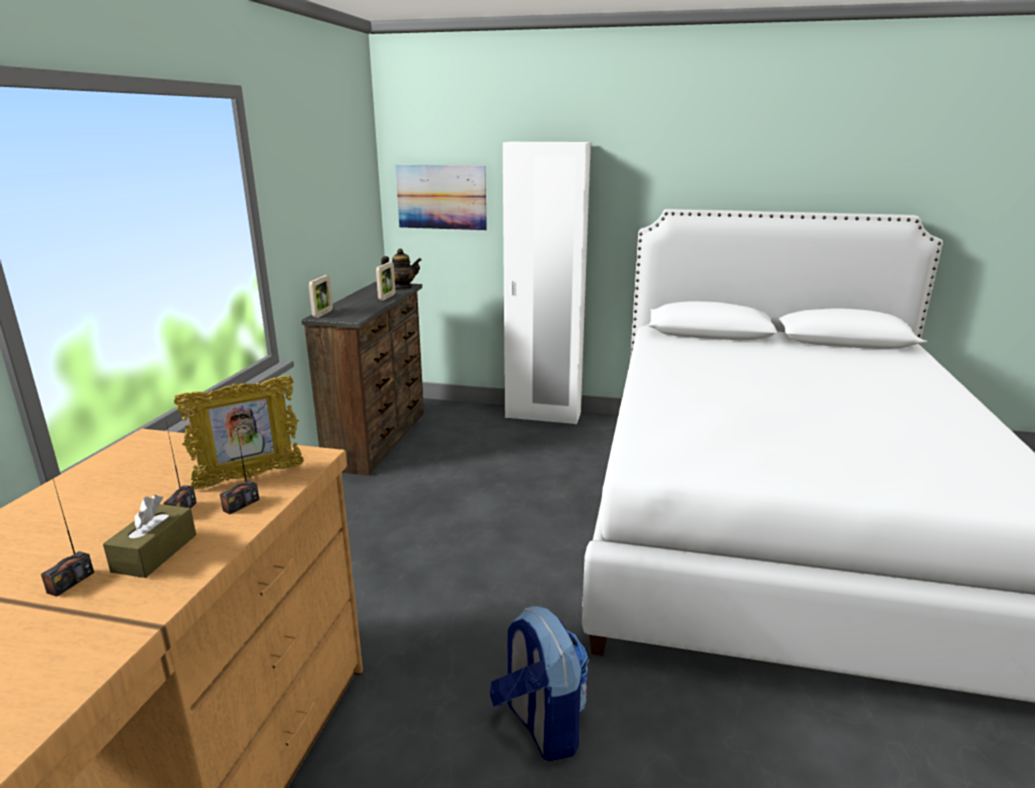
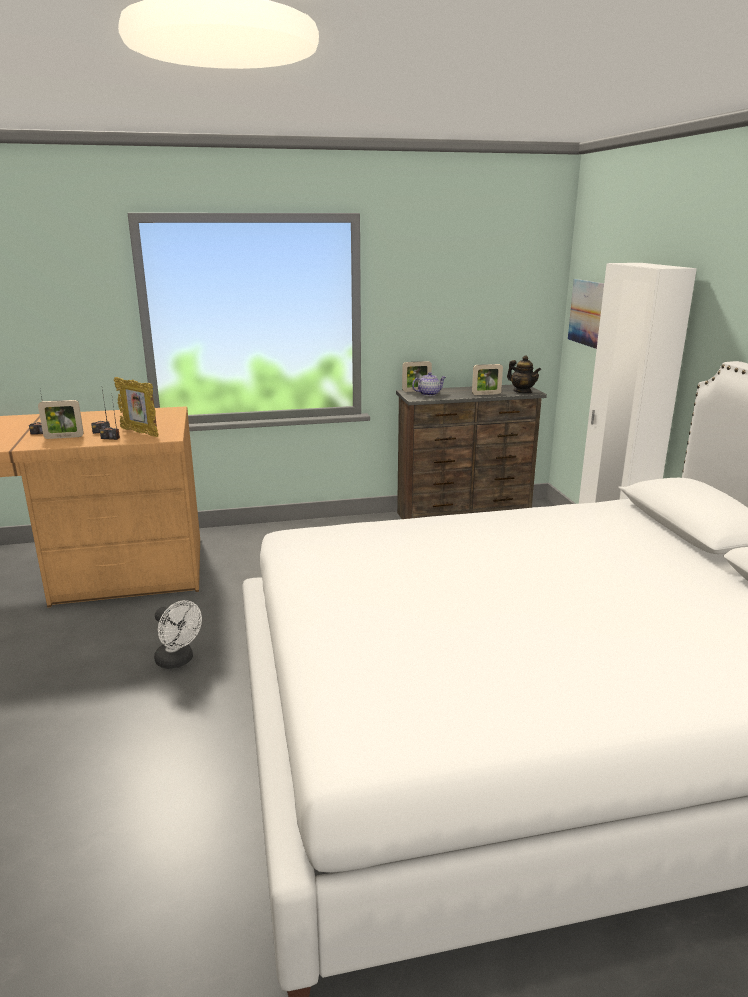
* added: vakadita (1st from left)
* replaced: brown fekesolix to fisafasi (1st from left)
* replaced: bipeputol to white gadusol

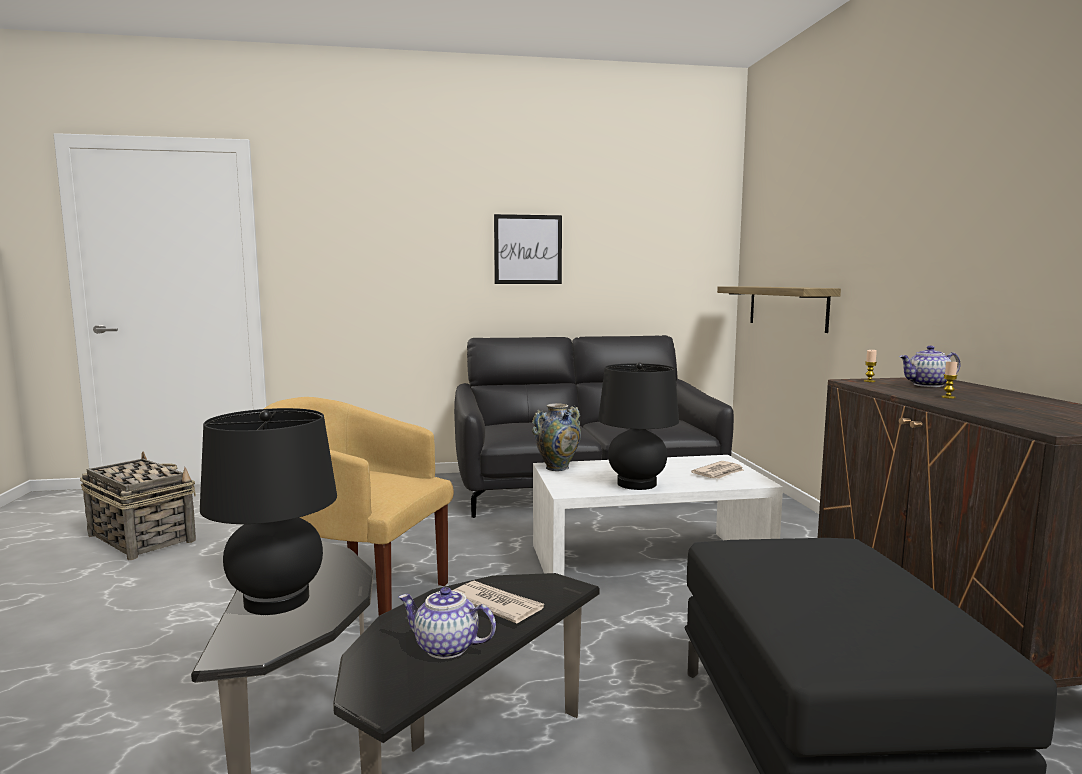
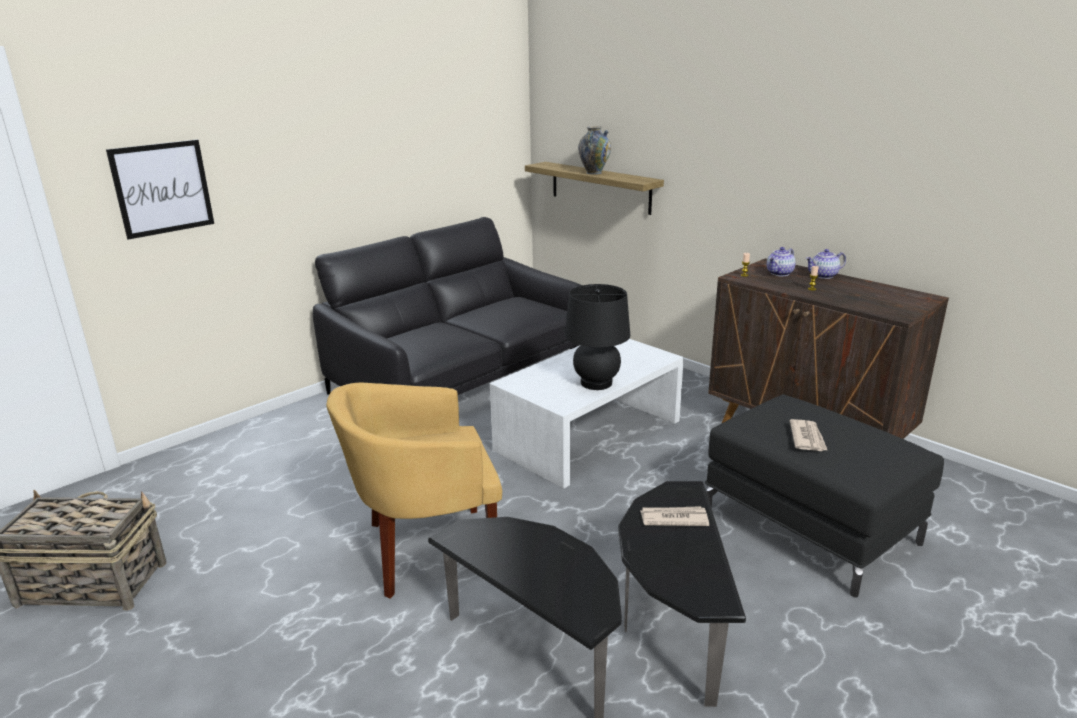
* removed: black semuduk (1st from left)
* moved: vakadita (1st from left in the first image) to vakadita (2nd from left)
* moved: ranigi
* moved: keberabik
* moved: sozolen (2nd from left)

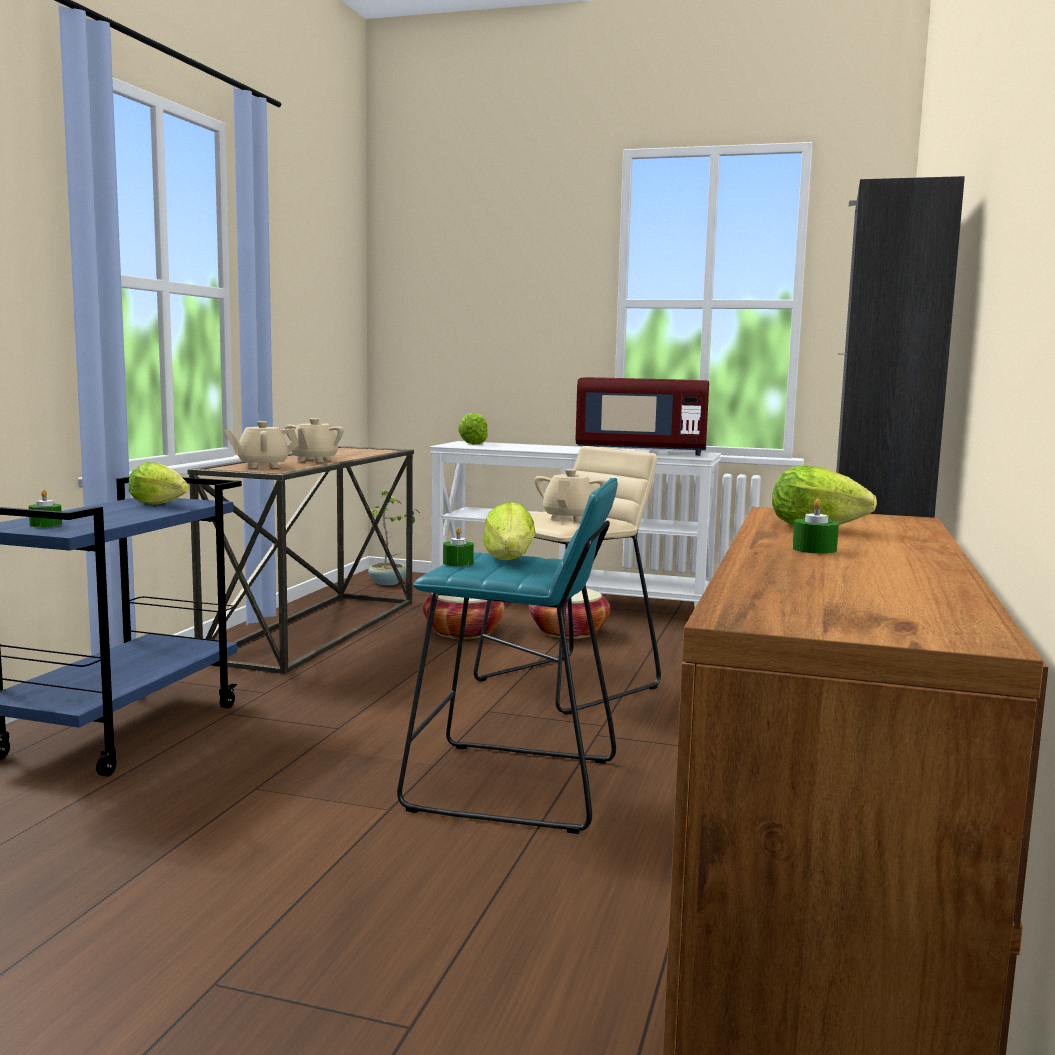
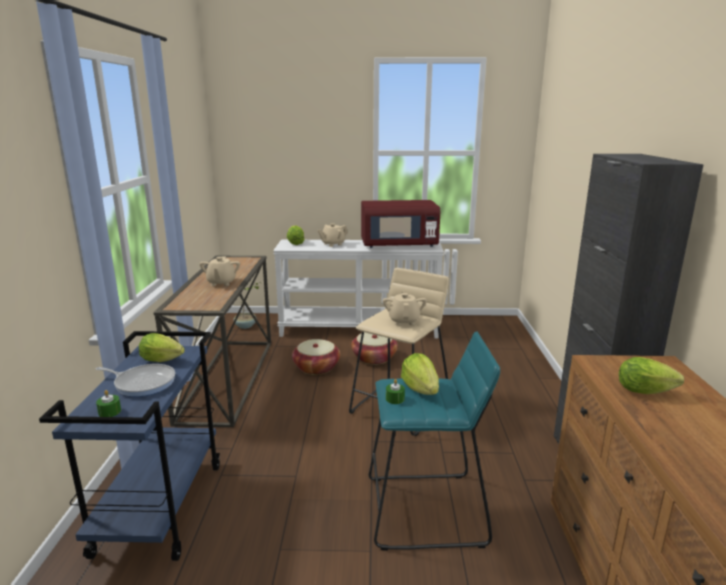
* removed: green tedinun (3rd from left)
* added: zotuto
* moved: beige vakadita (1st from left in the first image) to beige vakadita (2nd from left)

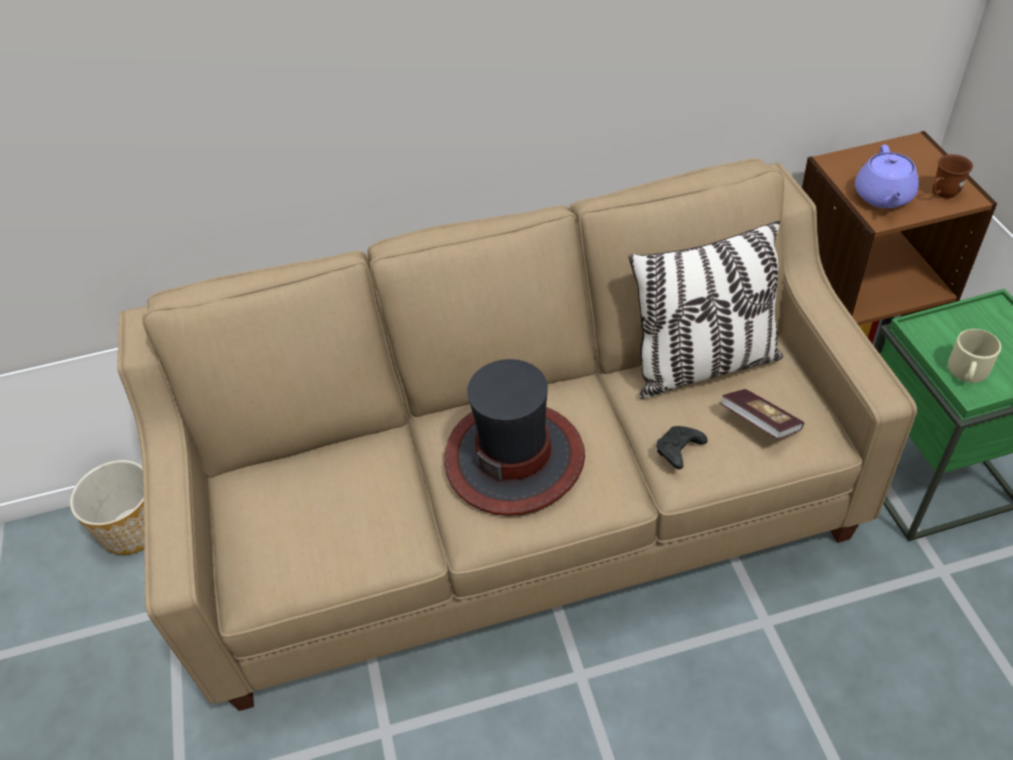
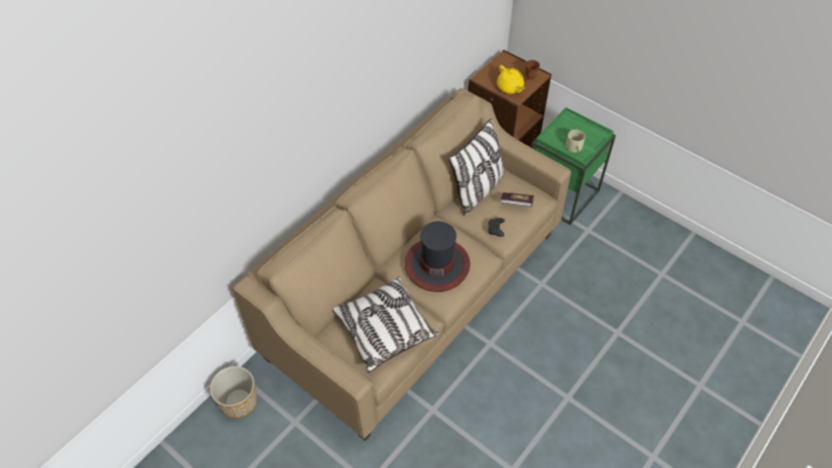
* added: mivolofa (1st from left)
* recoloured: purple vakadita to yellow vakadita

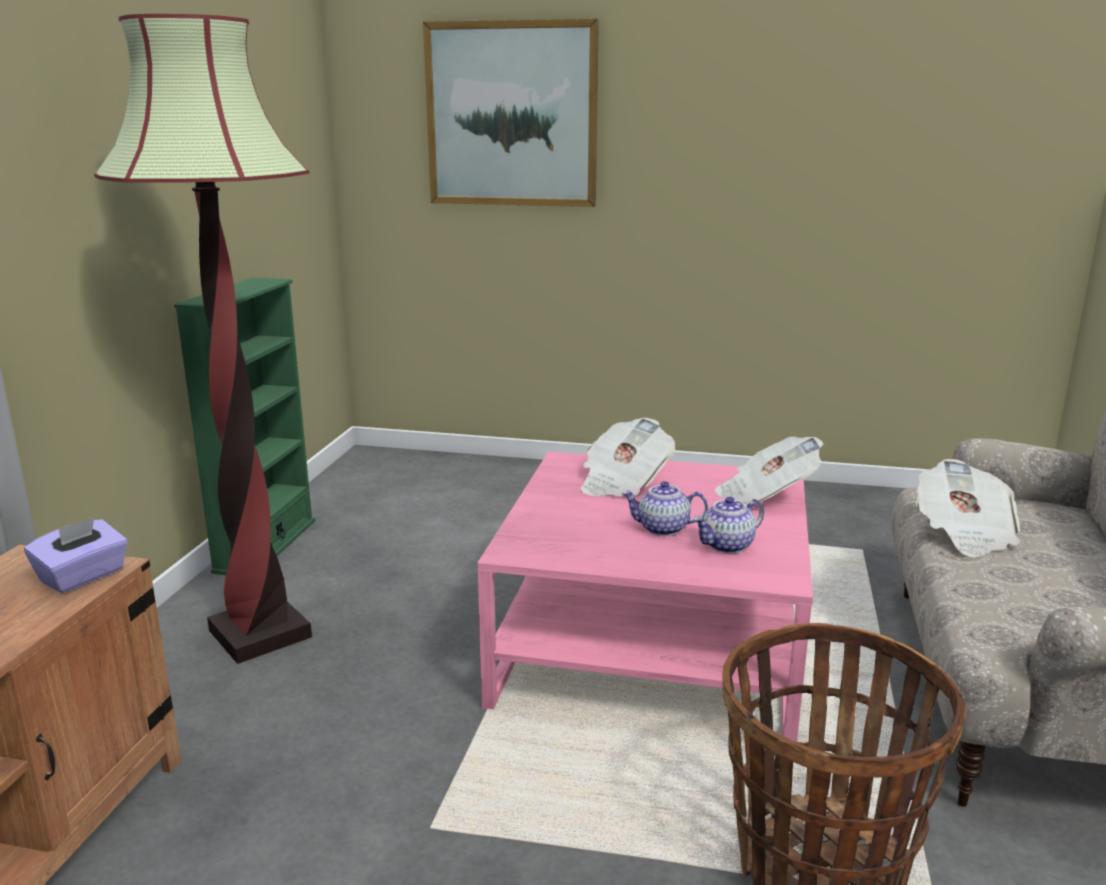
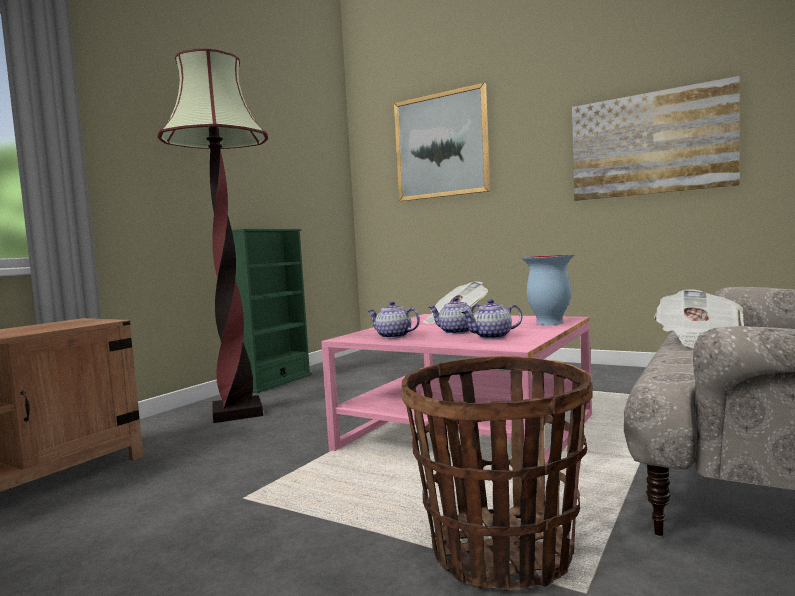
* removed: purple fekesolix
* added: vakadita (1st from left)
* added: ranigi (2nd from left)
* replaced: sozolen (2nd from left) to keberabik

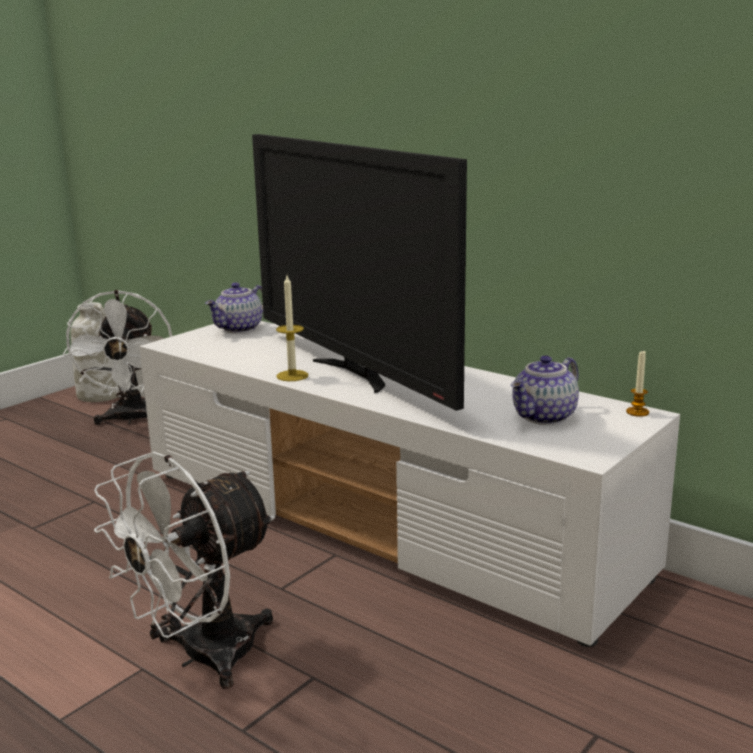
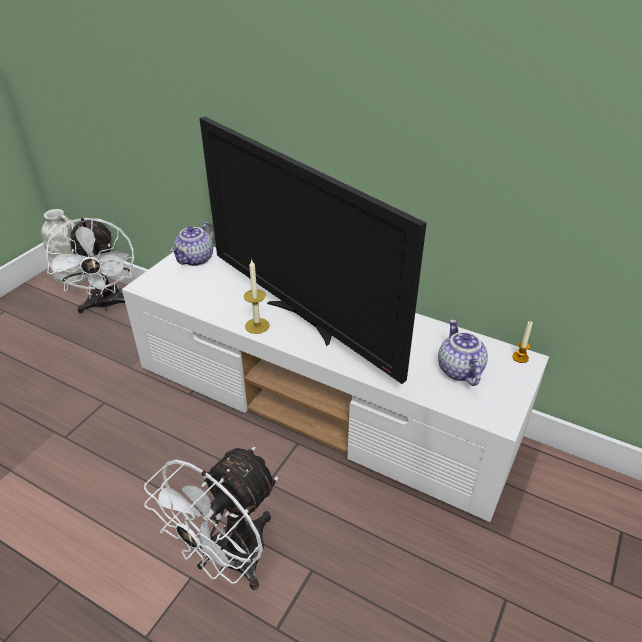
* turned: vakadita (2nd from left) 135 degrees clockwise

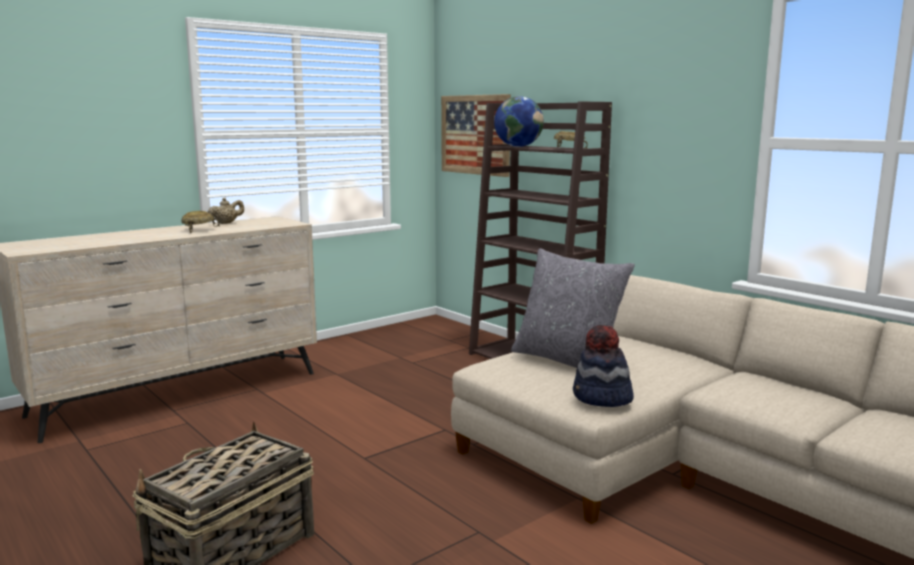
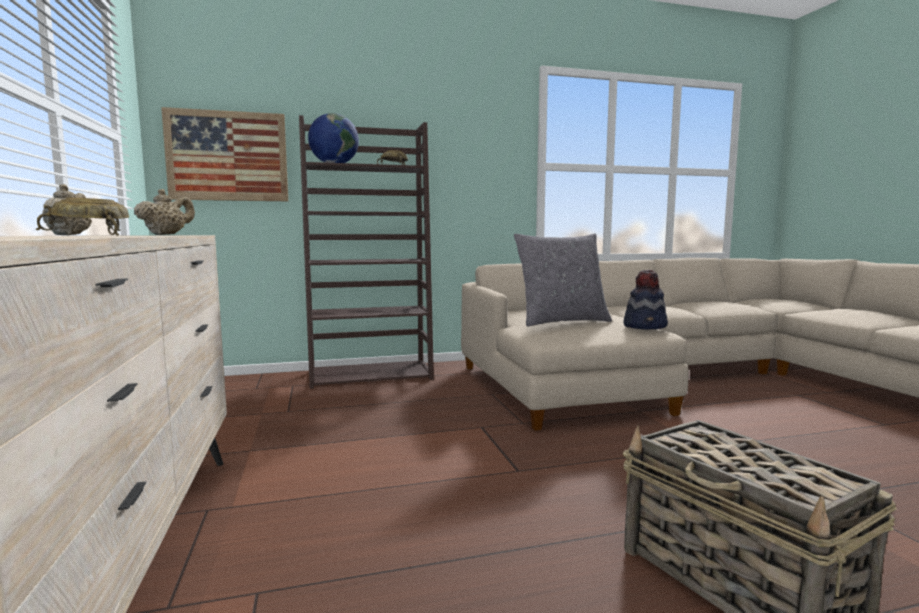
* added: beige vakadita (2nd from left)

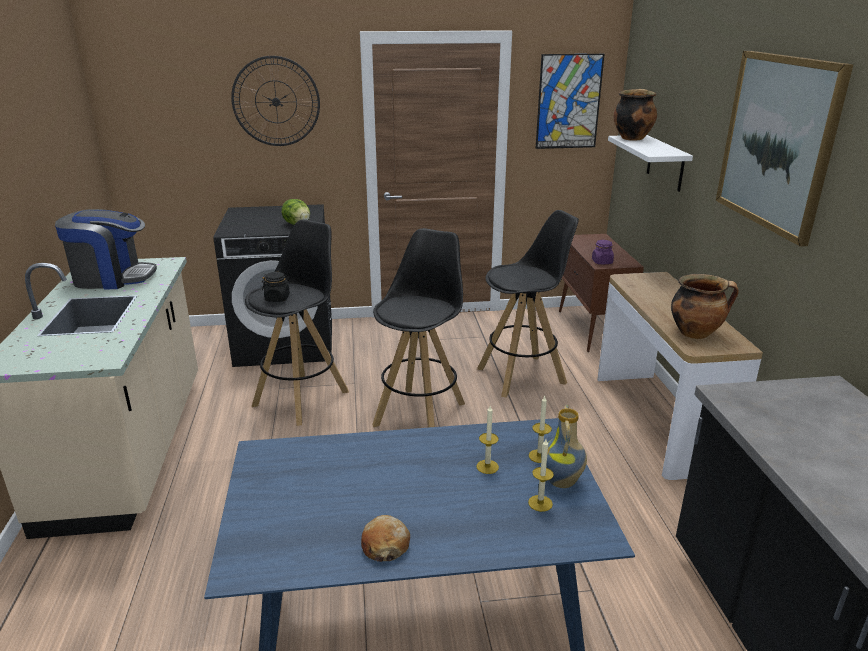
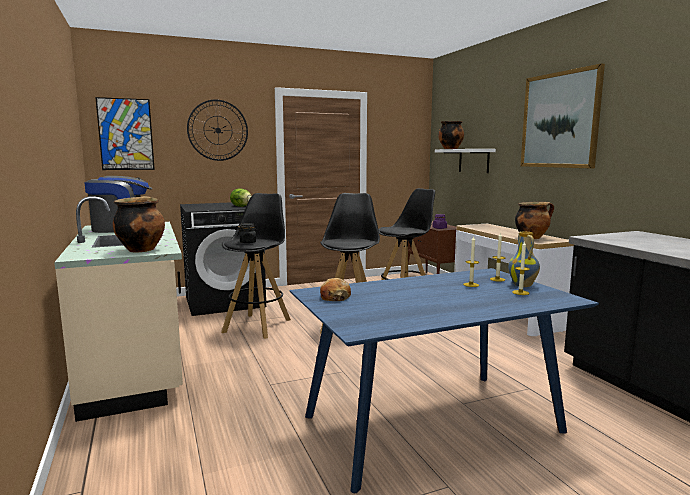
* added: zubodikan (1st from left)
* moved: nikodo
* moved: ranigi (1st from left)

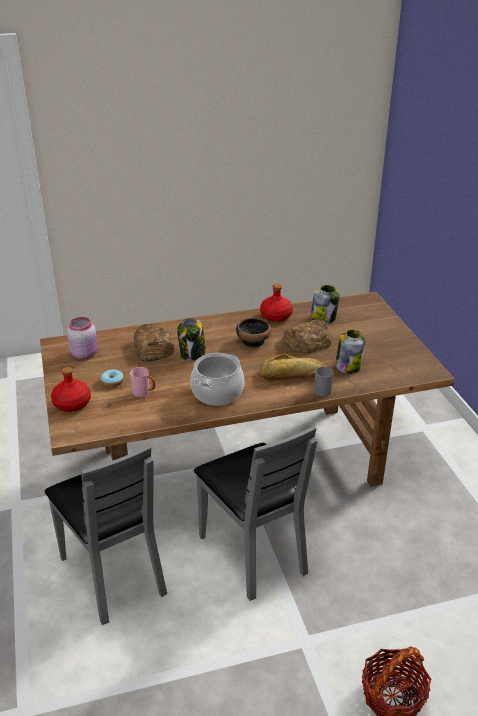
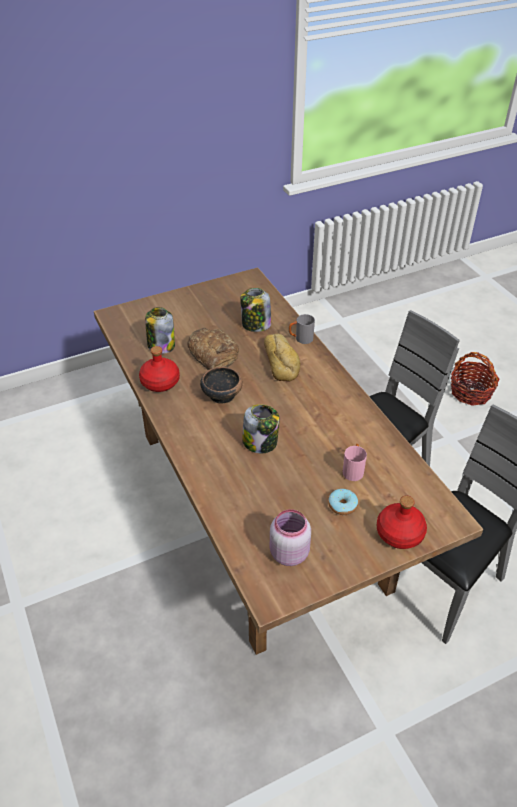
* removed: nikodo (1st from left)
* removed: zubodikan

